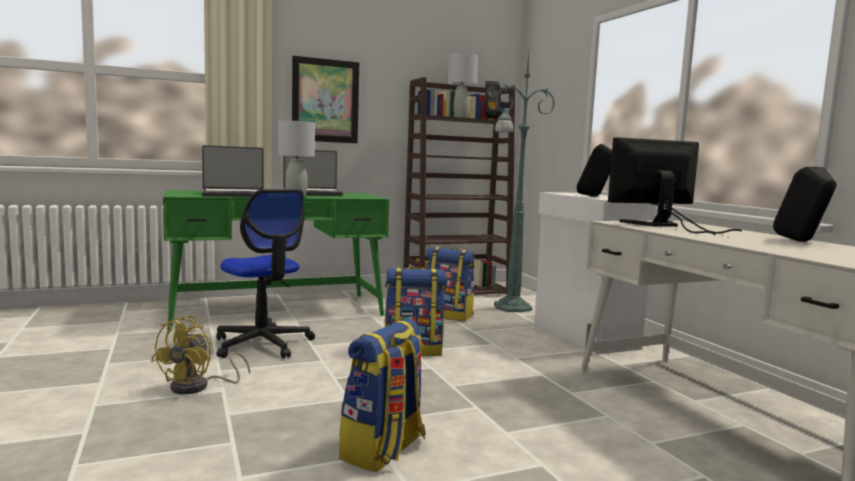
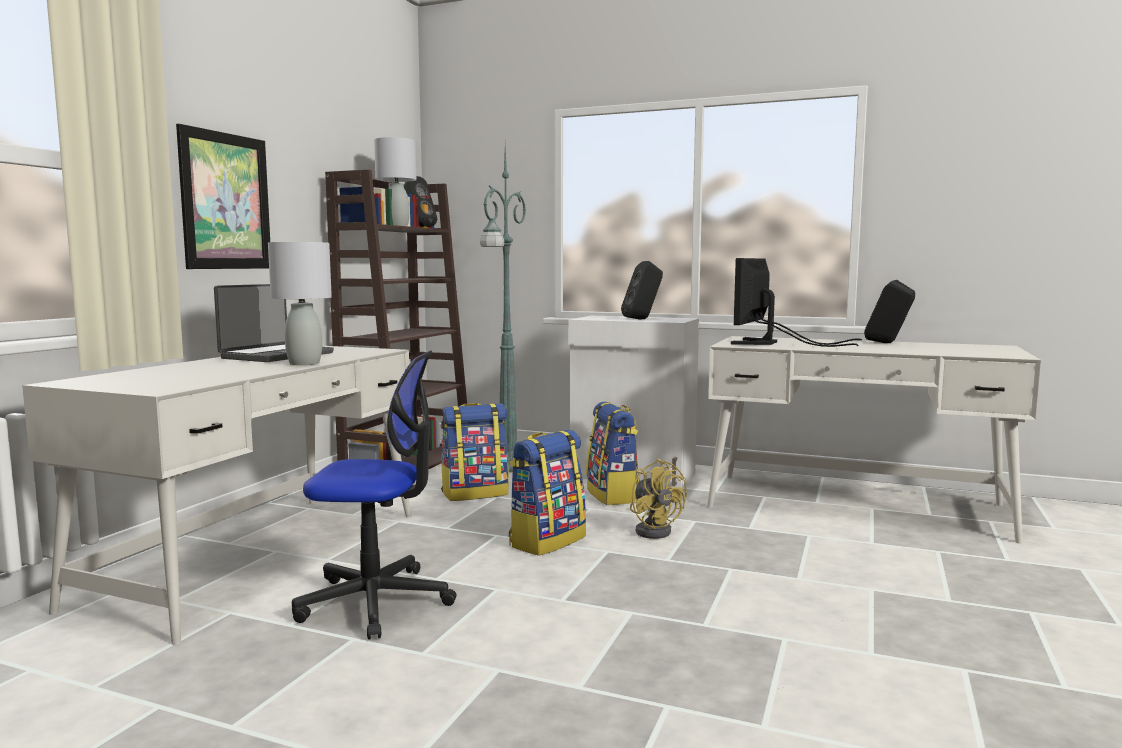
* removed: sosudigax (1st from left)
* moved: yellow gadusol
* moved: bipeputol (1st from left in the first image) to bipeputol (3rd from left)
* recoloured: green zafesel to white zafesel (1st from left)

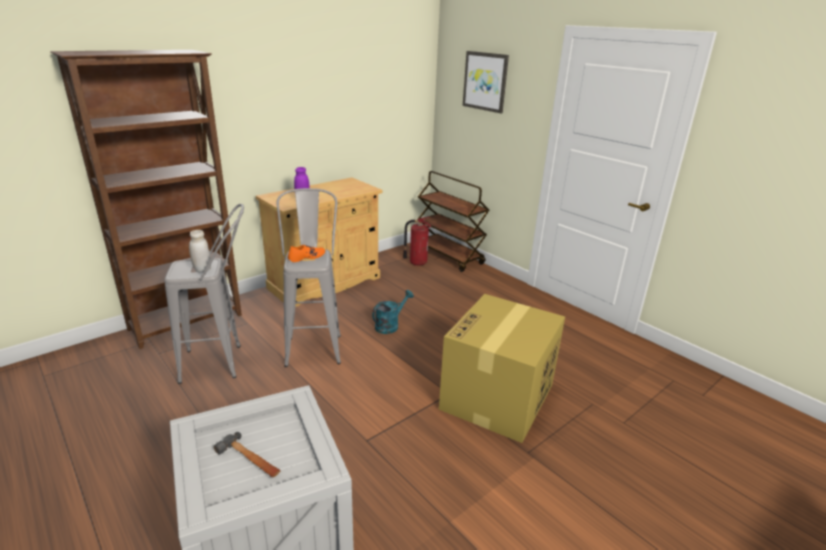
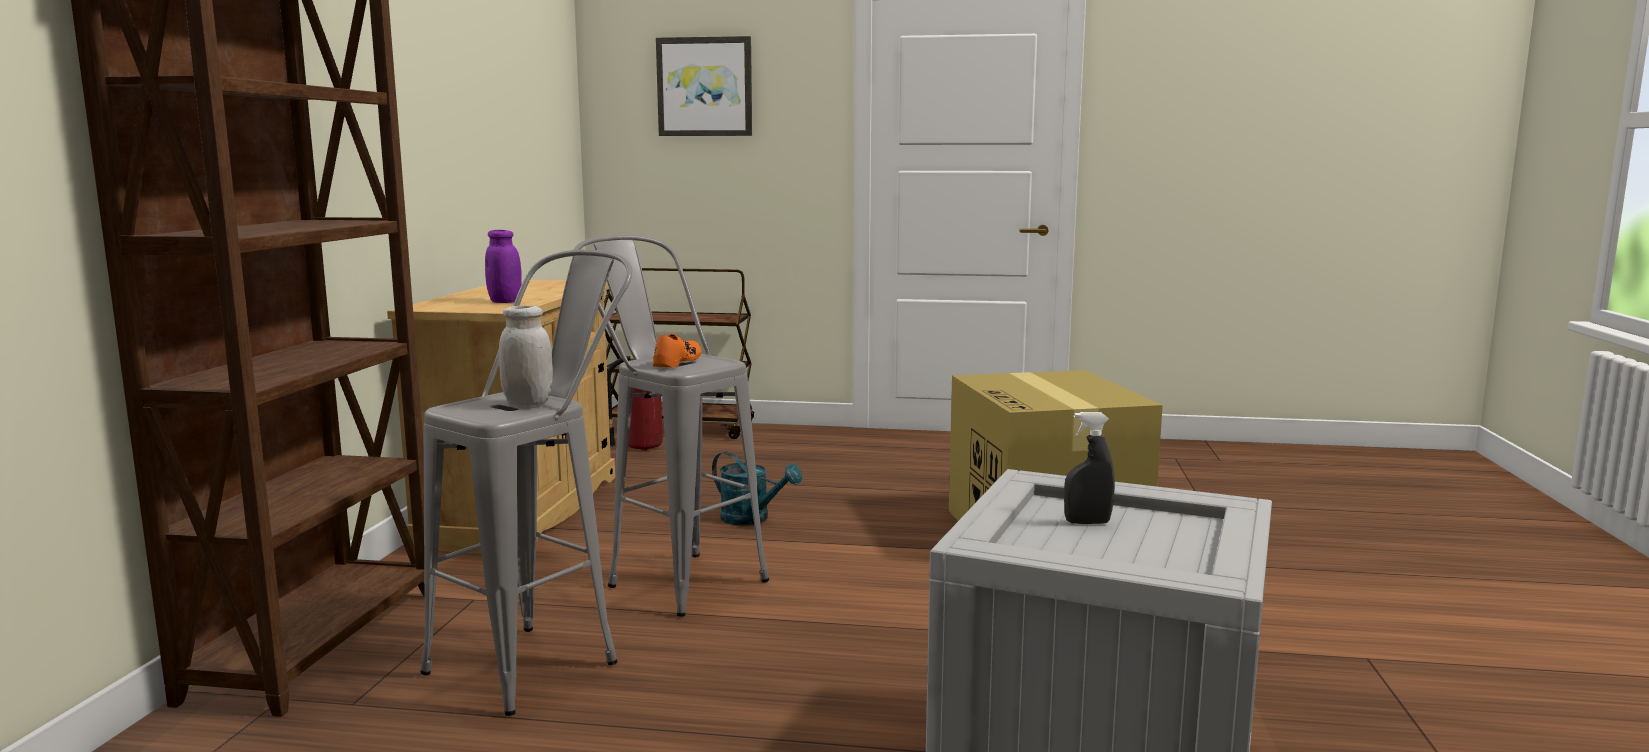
* removed: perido
* added: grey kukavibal
* turned: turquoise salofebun 120 degrees clockwise

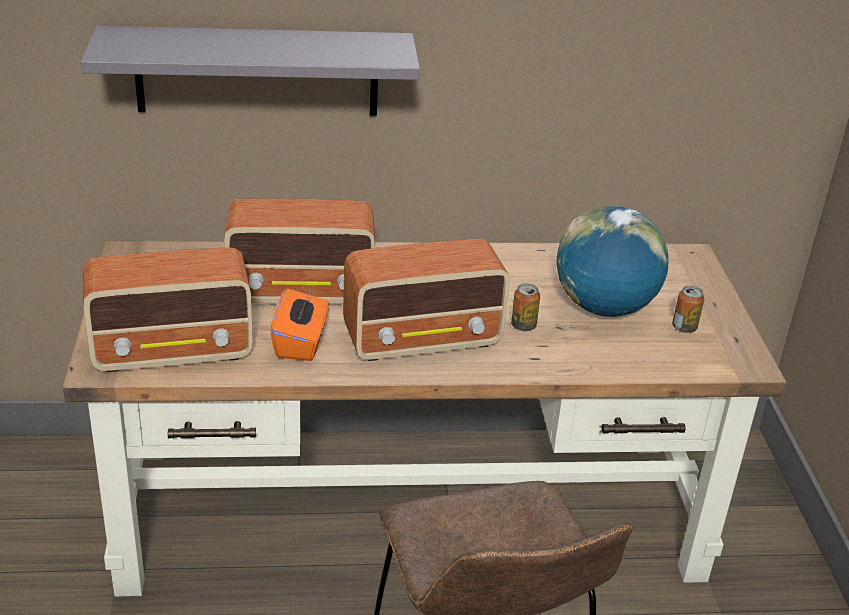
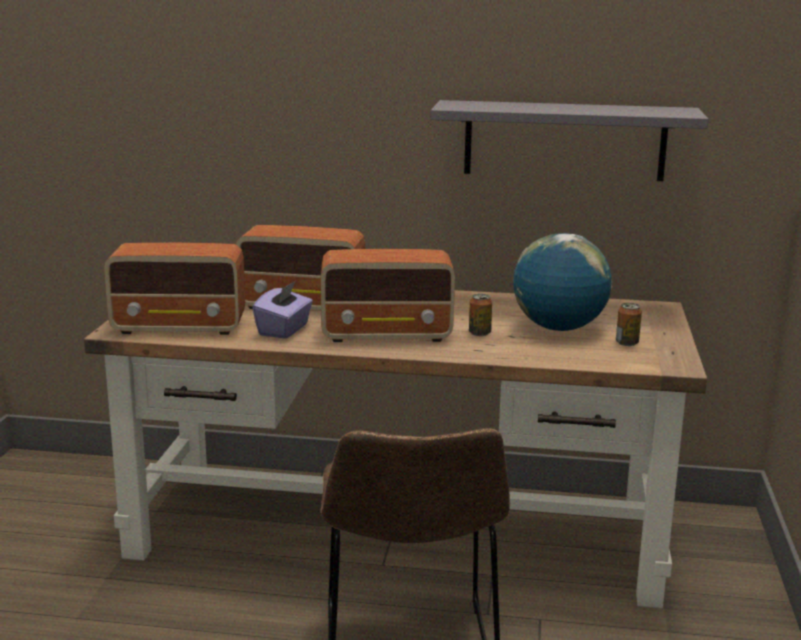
* moved: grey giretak
* recoloured: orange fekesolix to purple fekesolix

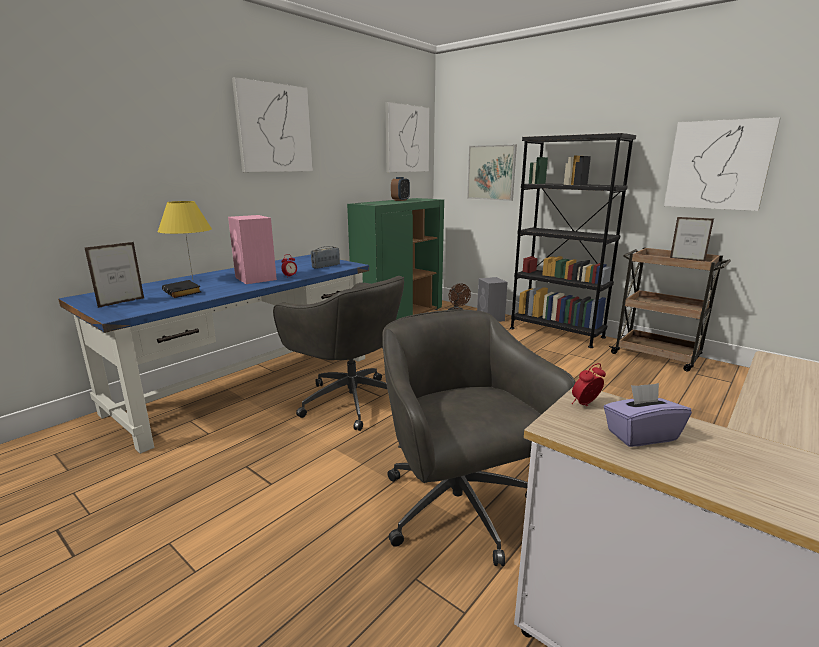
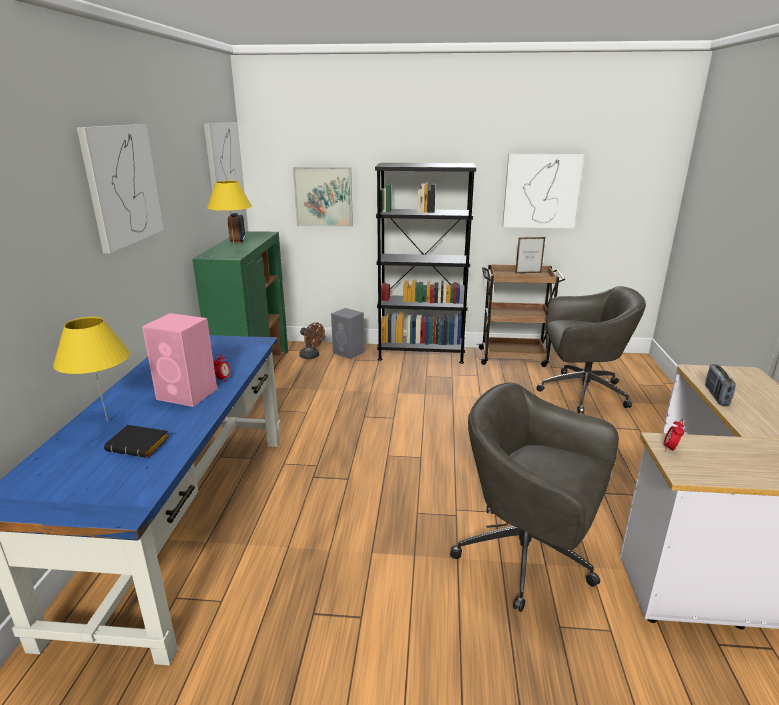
* removed: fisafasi (1st from left)
* removed: purple fekesolix
* added: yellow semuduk (2nd from left)
* moved: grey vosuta (1st from left in the first image) to grey vosuta (2nd from left)
* moved: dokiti

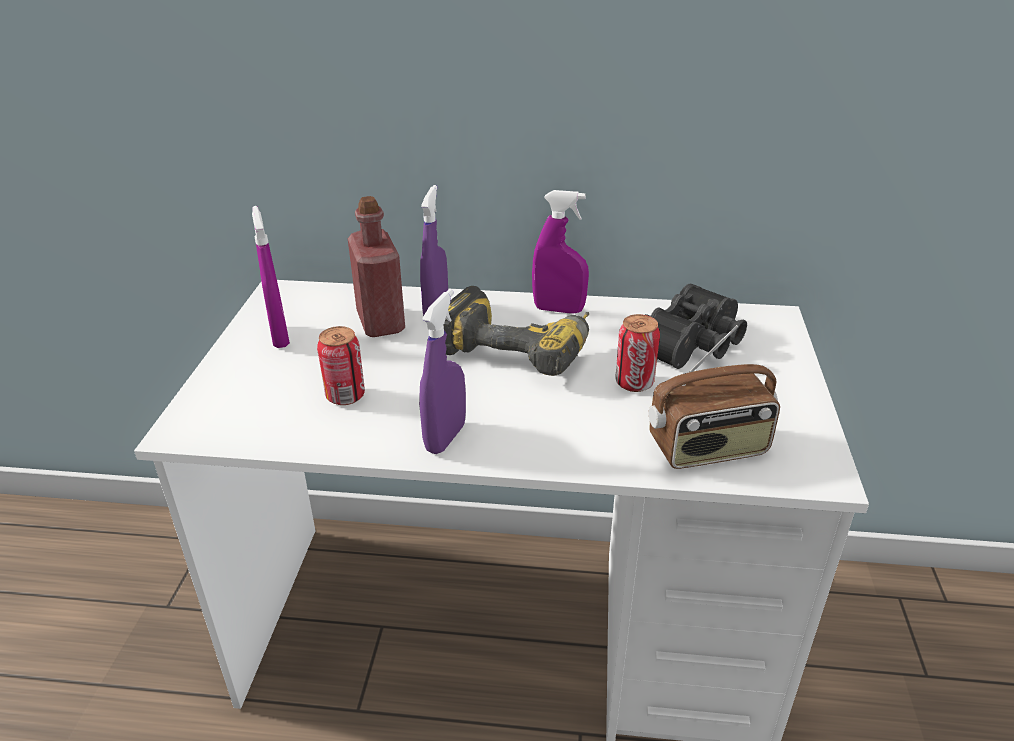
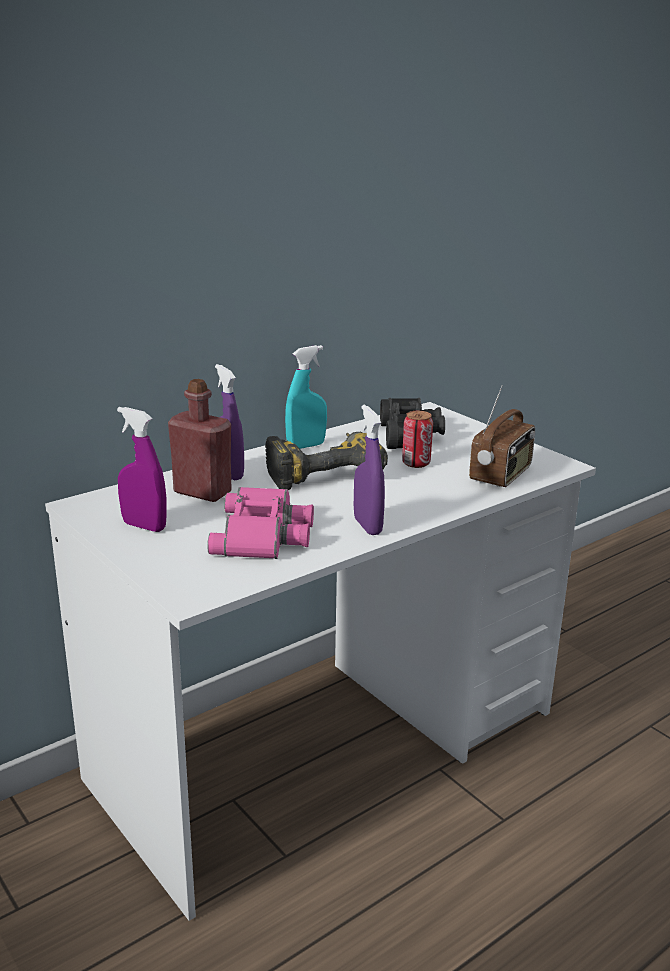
* replaced: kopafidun (1st from left) to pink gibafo
* recoloured: purple kukavibal (4th from left) to turquoise kukavibal

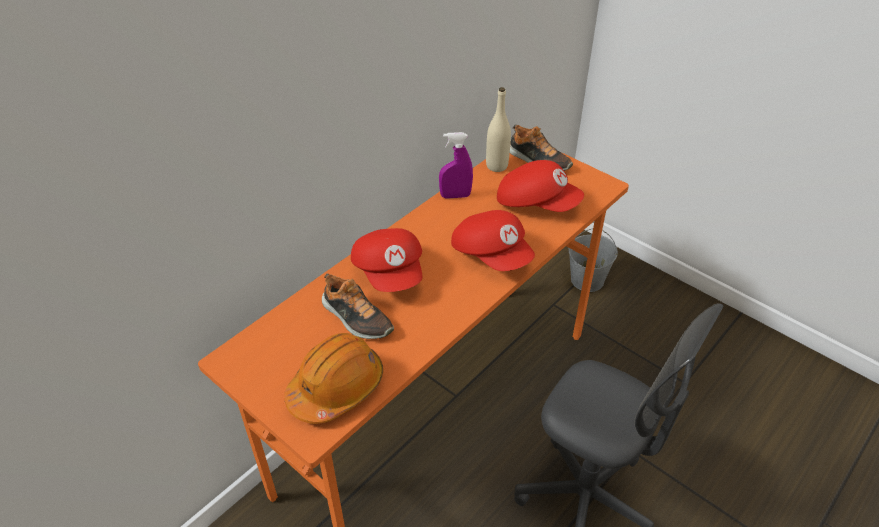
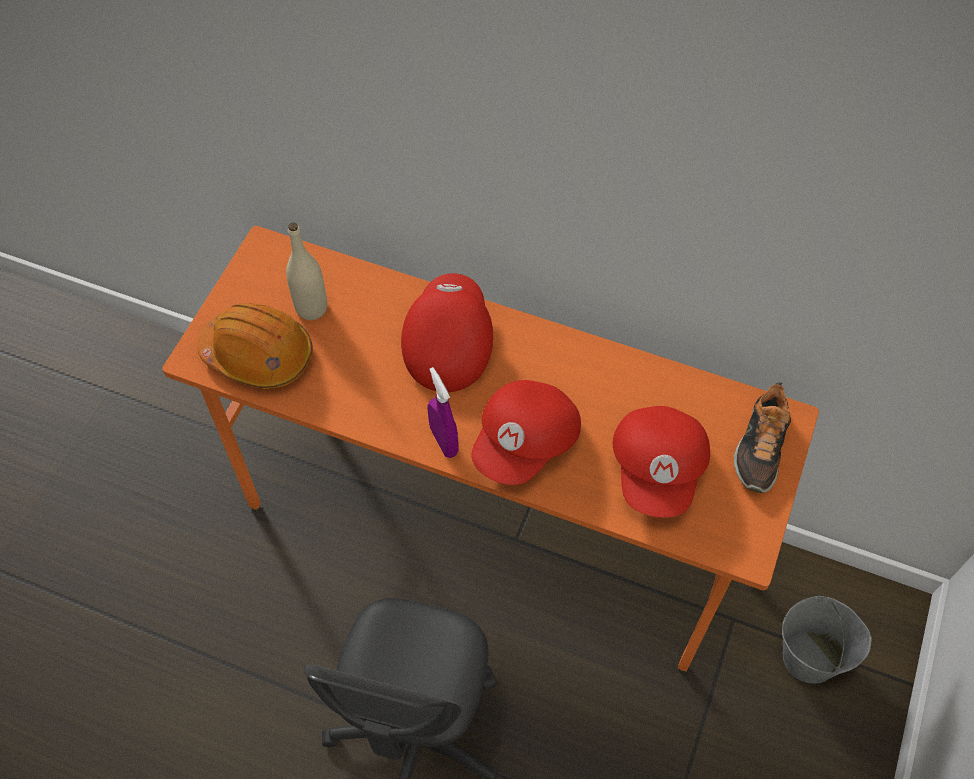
* removed: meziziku (1st from left)
* moved: purple kukavibal
* moved: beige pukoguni
* turned: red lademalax (1st from left) 135 degrees clockwise

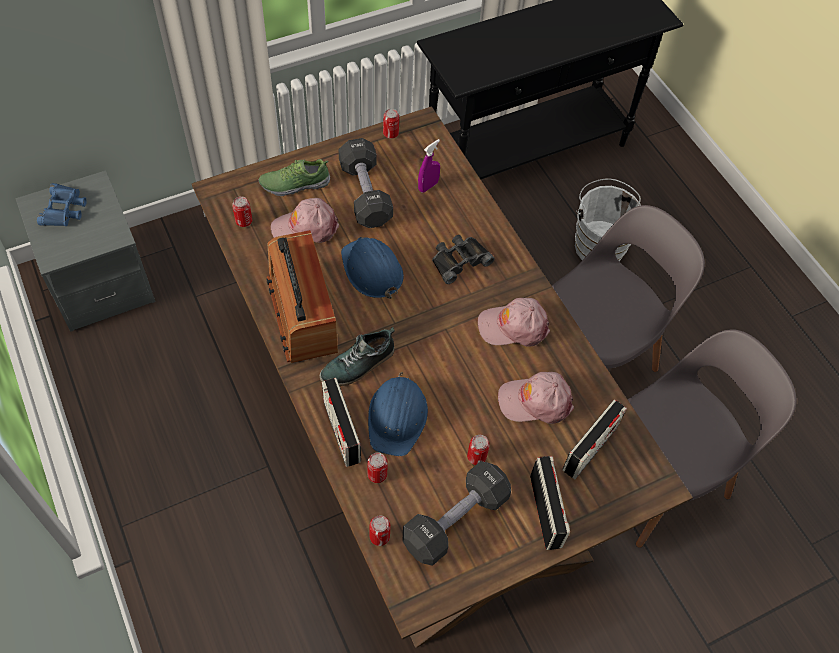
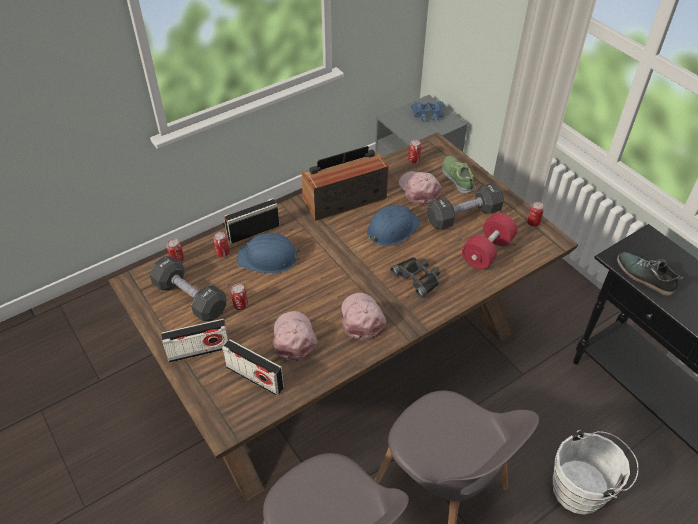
* moved: meziziku (2nd from left)
* replaced: purple kukavibal to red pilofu

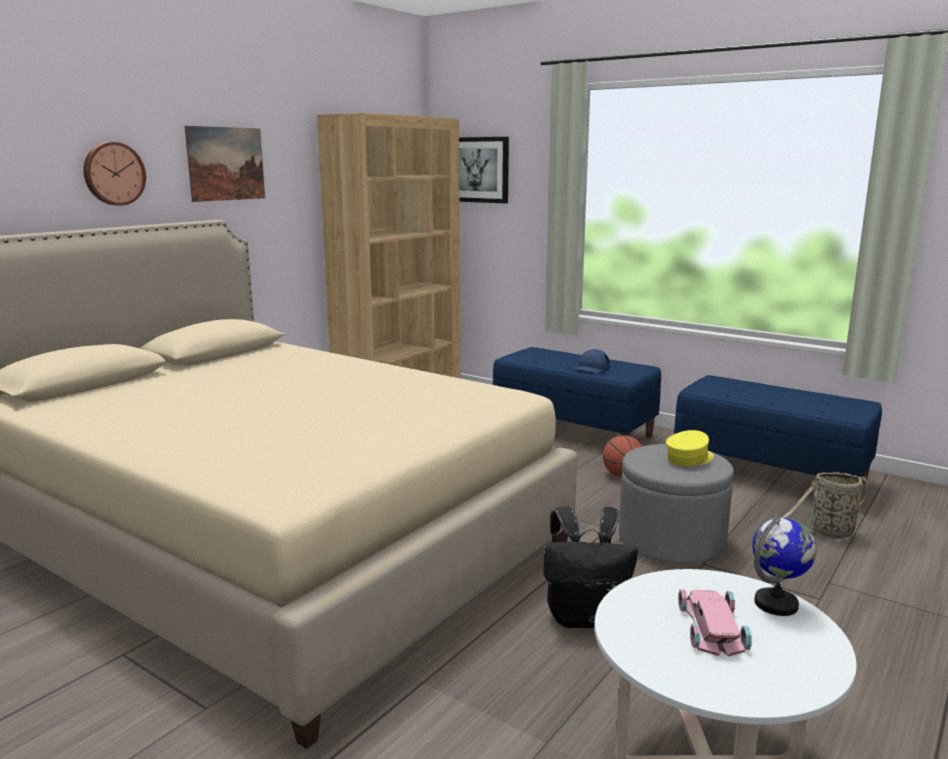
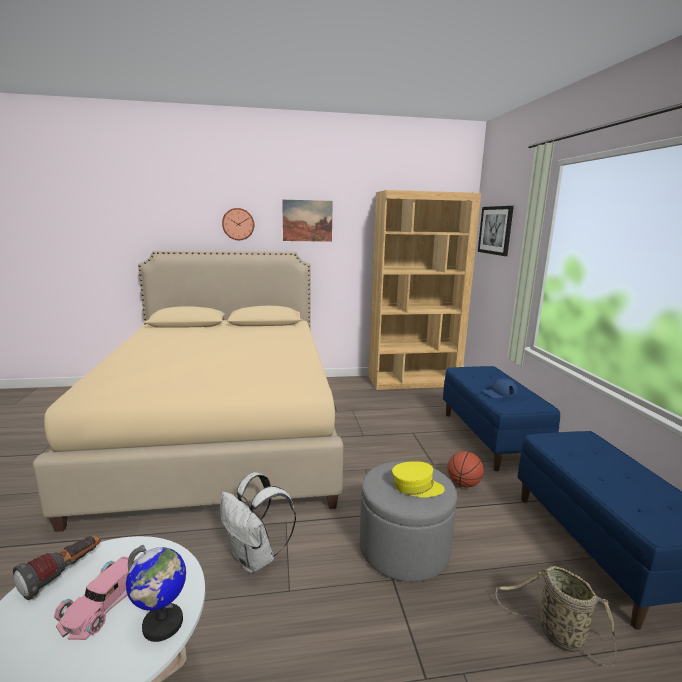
* added: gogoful
* recoloured: black bipeputol to white bipeputol
* turned: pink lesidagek 150 degrees clockwise

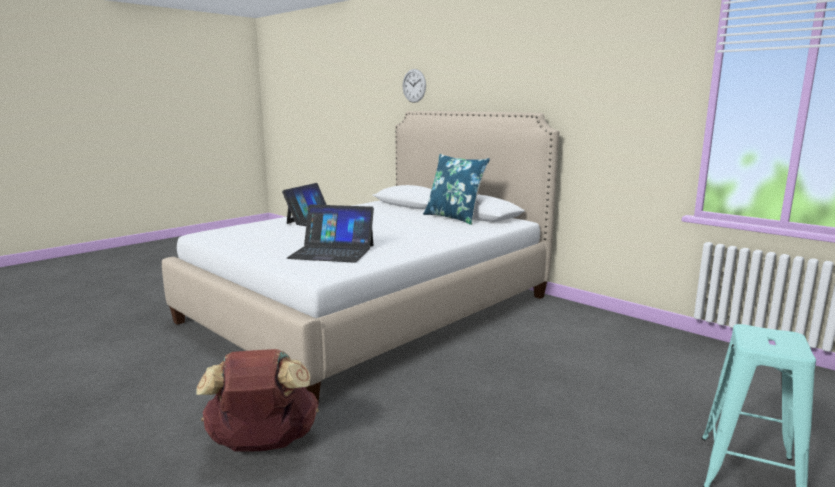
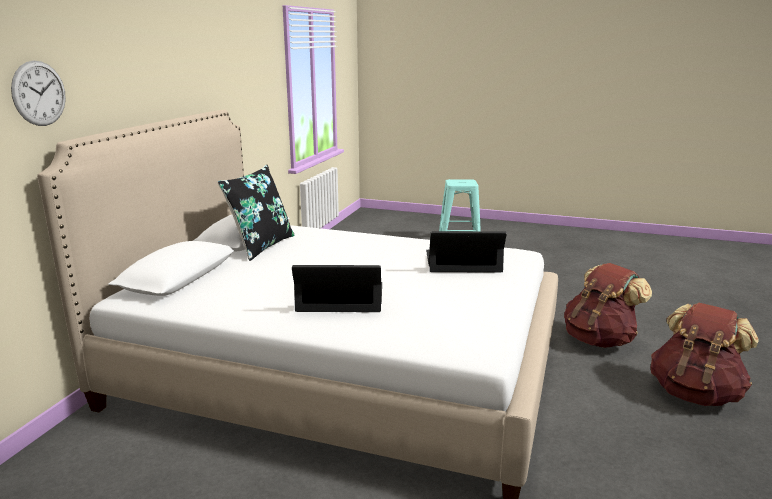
* added: brown bipeputol (2nd from left)
* recoloured: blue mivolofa to black mivolofa
* turned: sosudigax (2nd from left) 75 degrees counterclockwise

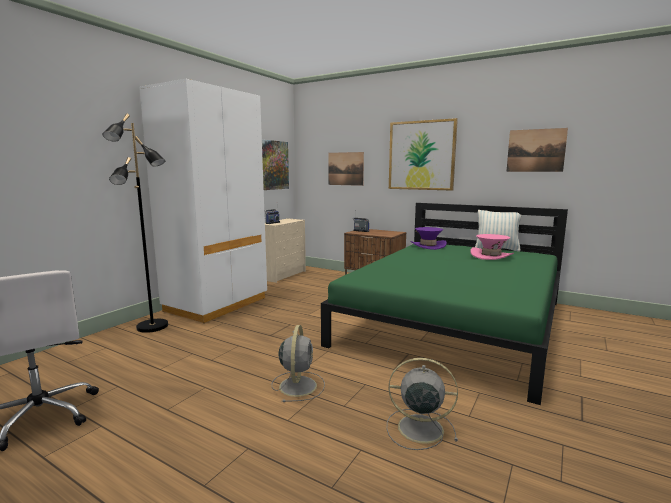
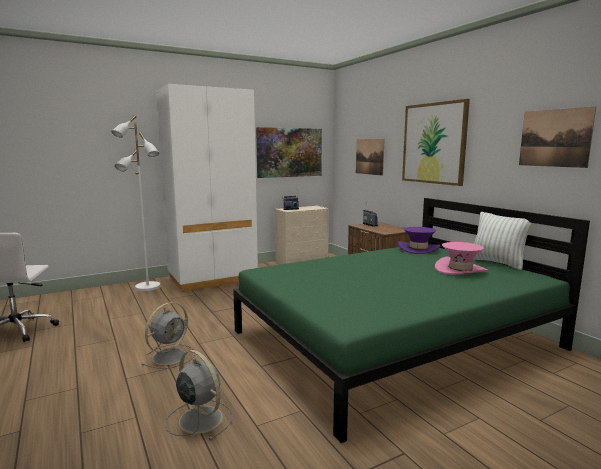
* recoloured: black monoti to white monoti

